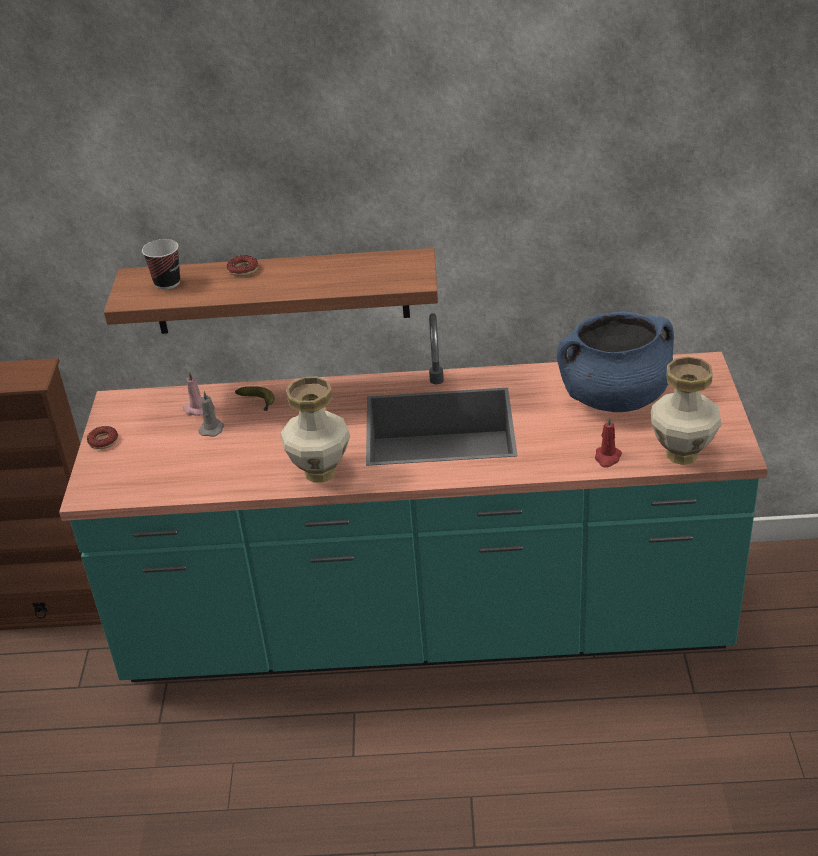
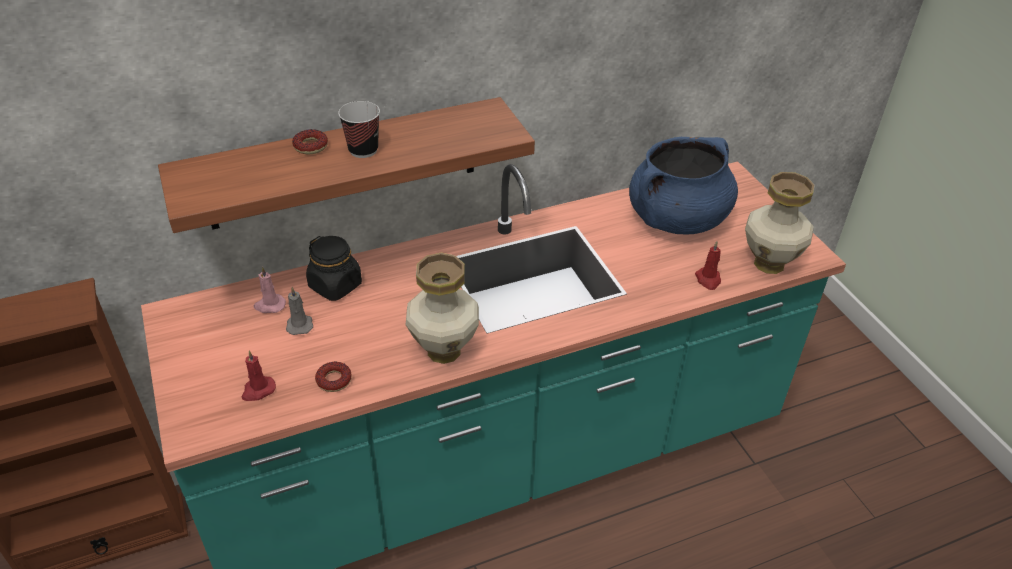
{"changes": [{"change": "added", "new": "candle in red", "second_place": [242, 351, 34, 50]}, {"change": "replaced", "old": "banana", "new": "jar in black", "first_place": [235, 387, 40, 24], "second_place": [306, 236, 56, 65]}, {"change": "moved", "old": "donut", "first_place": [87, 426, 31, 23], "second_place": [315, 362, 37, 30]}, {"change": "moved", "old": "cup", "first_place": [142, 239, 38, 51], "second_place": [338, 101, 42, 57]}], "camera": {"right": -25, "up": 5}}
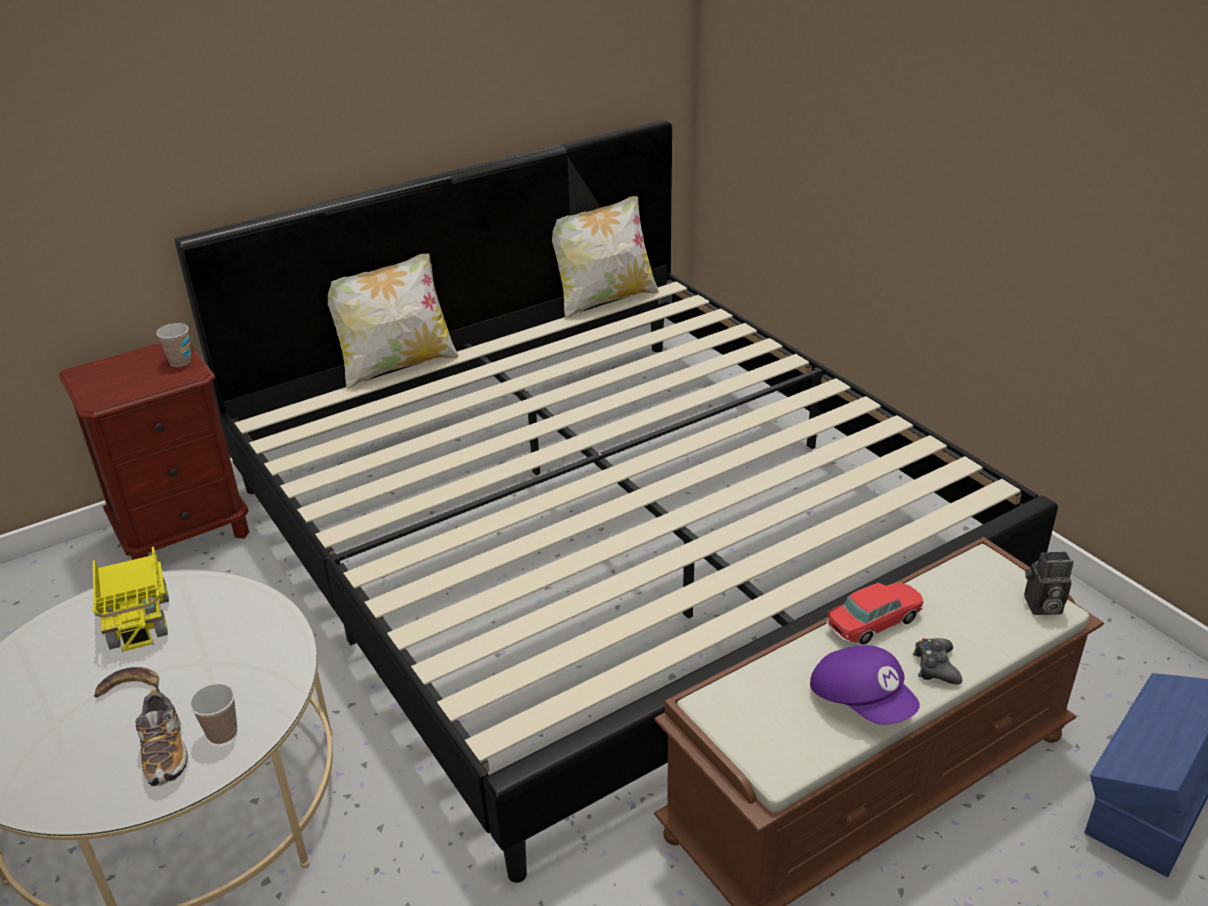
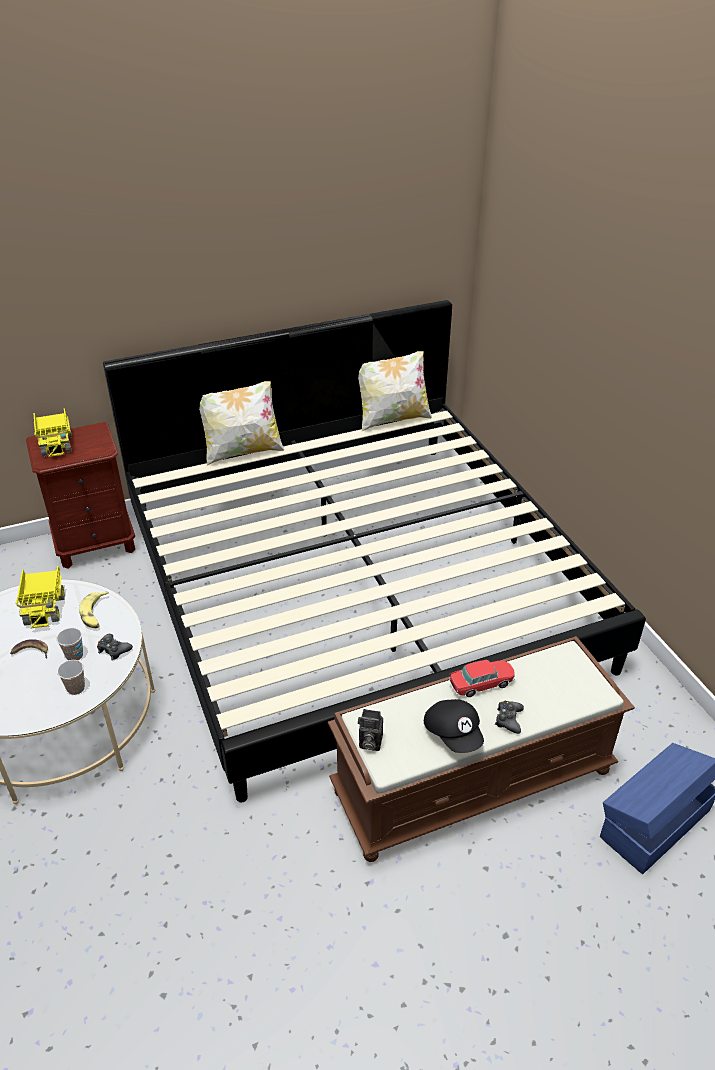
{"changes": [{"change": "added", "new": "toy truck", "second_place": [33, 408, 39, 49]}, {"change": "moved", "old": "cup", "first_place": [156, 323, 35, 44], "second_place": [56, 628, 27, 32]}, {"change": "added", "new": "banana", "second_place": [79, 591, 30, 37]}, {"change": "added", "new": "game controller in black", "second_place": [97, 634, 36, 26]}, {"change": "moved", "old": "photo camera", "first_place": [1024, 551, 50, 64], "second_place": [358, 709, 25, 42]}, {"change": "recoloured", "old": "cap in purple", "new": "cap in black", "first_place": [810, 645, 110, 80], "second_place": [424, 699, 60, 54]}, {"change": "removed", "old": "shoe", "first_place": [136, 689, 53, 97]}], "camera": {"right": 10, "up": 5}}
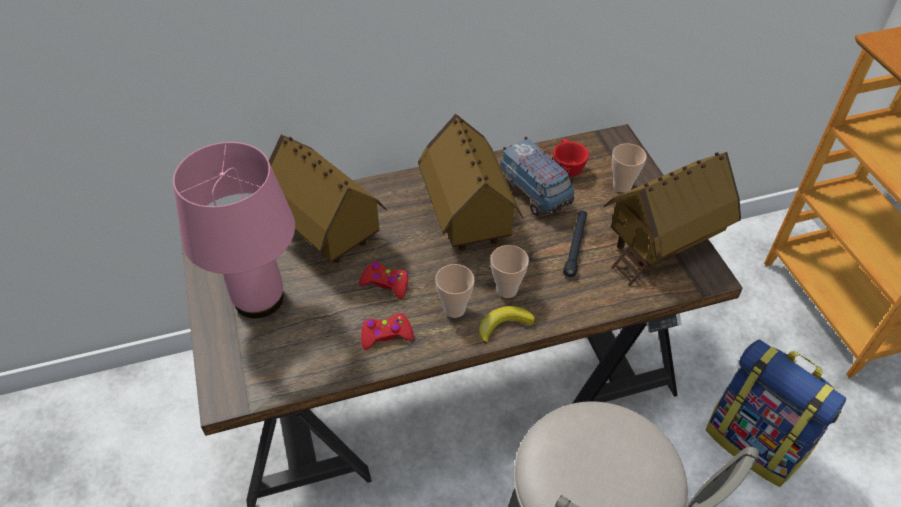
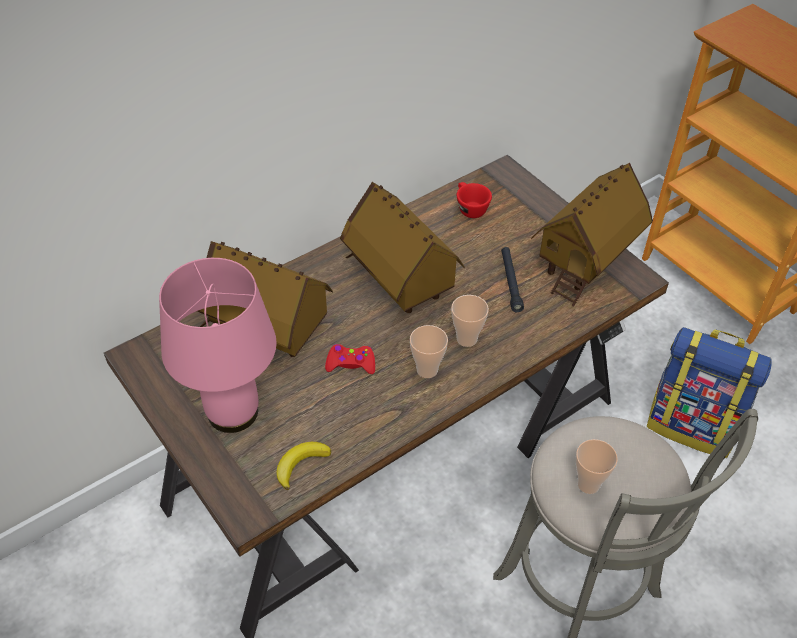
{"changes": [{"change": "moved", "old": "banana", "first_place": [479, 306, 56, 38], "second_place": [276, 442, 55, 48]}, {"change": "moved", "old": "cup", "first_place": [612, 143, 35, 50], "second_place": [576, 439, 42, 55]}, {"change": "removed", "old": "game controller in red", "first_place": [361, 313, 53, 37]}, {"change": "removed", "old": "toy truck", "first_place": [500, 137, 75, 79]}], "camera": {"right": -20, "up": 0}}
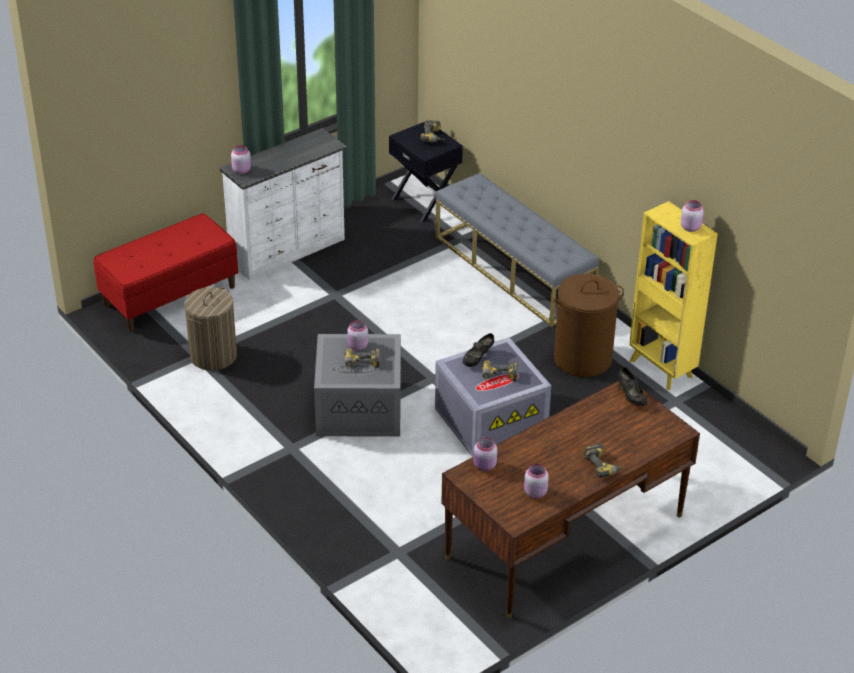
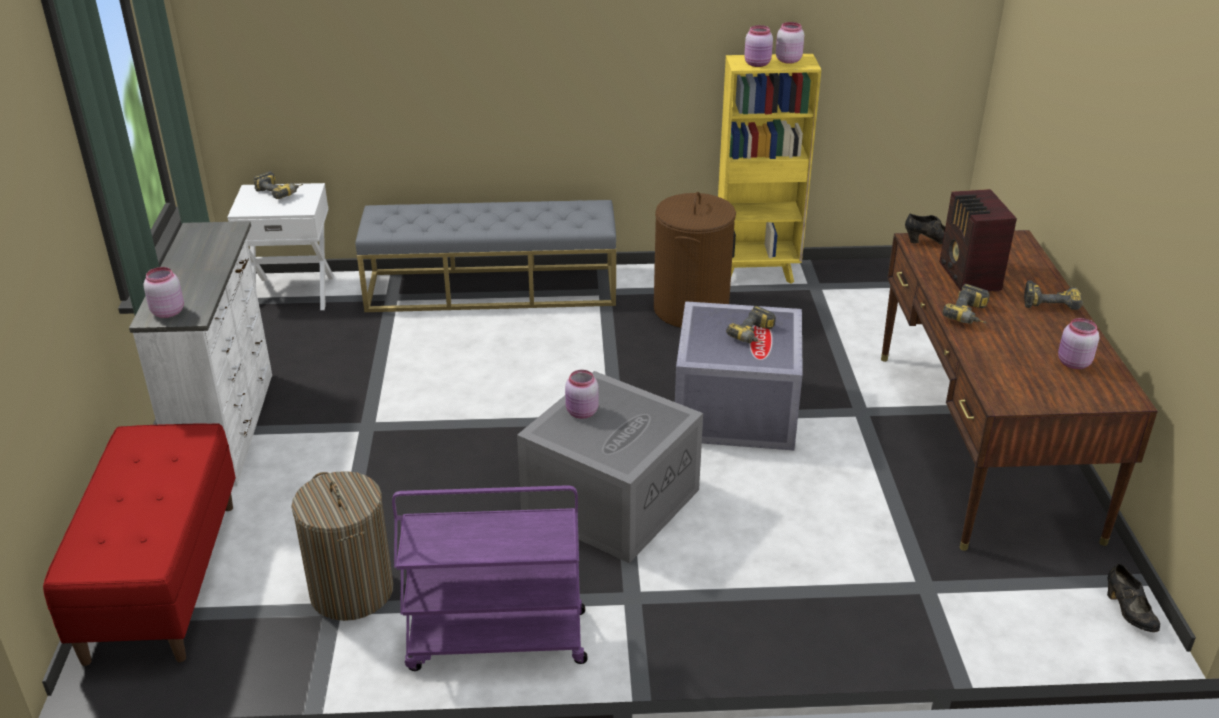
{"changes": [{"change": "recoloured", "old": "nightstand in black", "new": "nightstand in white", "first_place": [389, 122, 74, 101], "second_place": [227, 183, 107, 127]}, {"change": "added", "new": "cart in purple", "second_place": [392, 485, 195, 186]}, {"change": "moved", "old": "jar in pink", "first_place": [473, 437, 24, 34], "second_place": [744, 25, 29, 42]}, {"change": "added", "new": "radio", "second_place": [940, 189, 77, 103]}, {"change": "moved", "old": "power drill", "first_place": [344, 348, 36, 22], "second_place": [943, 284, 47, 40]}, {"change": "moved", "old": "shoe in black", "first_place": [463, 333, 31, 34], "second_place": [1107, 564, 53, 68]}], "camera": {"right": -55, "up": -5}}
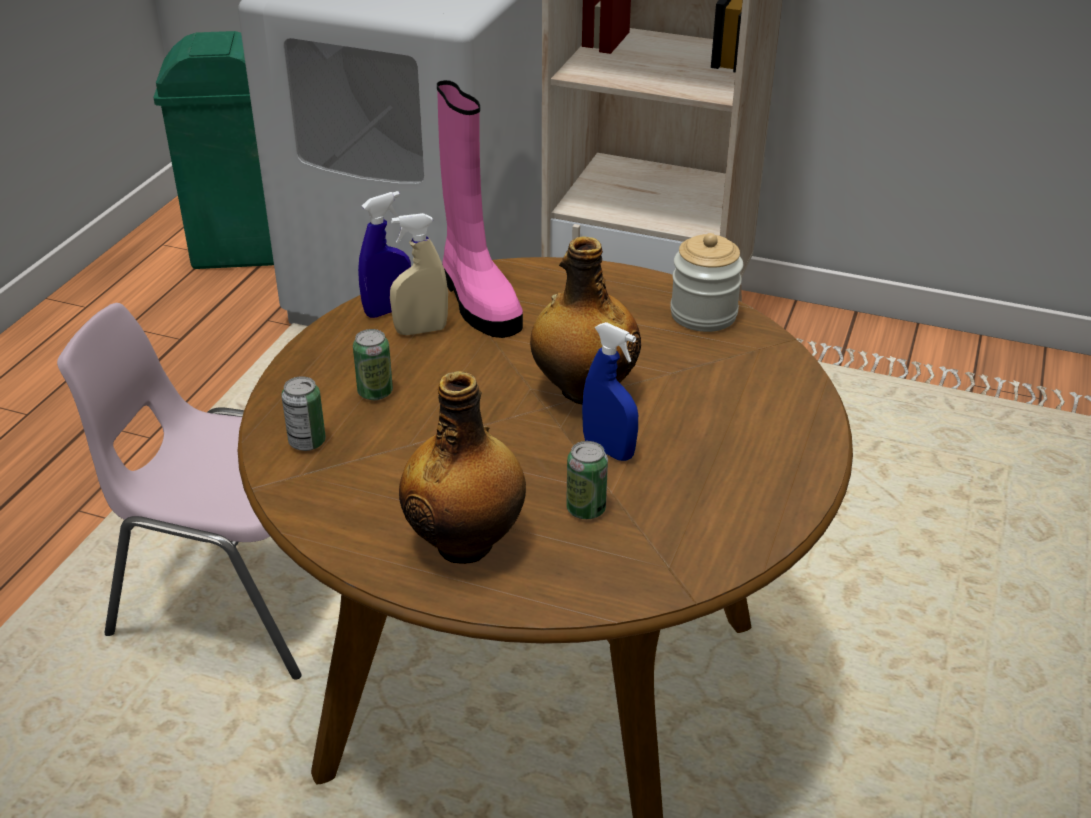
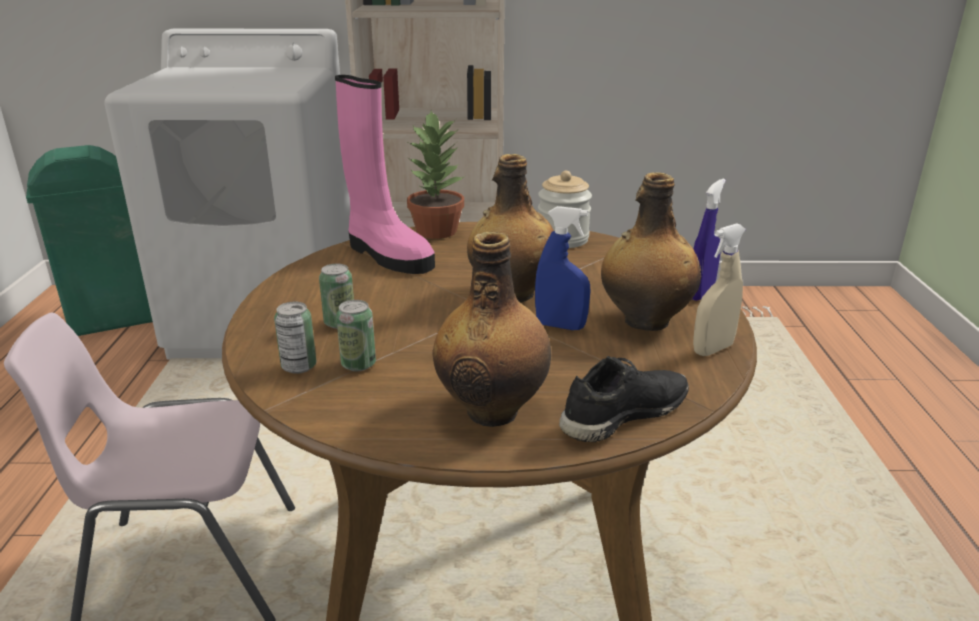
{"changes": [{"change": "moved", "old": "can", "first_place": [566, 441, 42, 78], "second_place": [336, 300, 40, 71]}, {"change": "added", "new": "potted plant", "second_place": [407, 111, 58, 128]}, {"change": "added", "new": "shoe in black", "second_place": [559, 356, 130, 86]}, {"change": "added", "new": "bottle", "second_place": [601, 172, 100, 159]}, {"change": "moved", "old": "spray bottle in blue", "first_place": [358, 191, 53, 127], "second_place": [692, 179, 34, 122]}, {"change": "moved", "old": "spray bottle in beige", "first_place": [390, 213, 58, 122], "second_place": [693, 223, 53, 133]}], "camera": {"right": -20, "up": -10}}
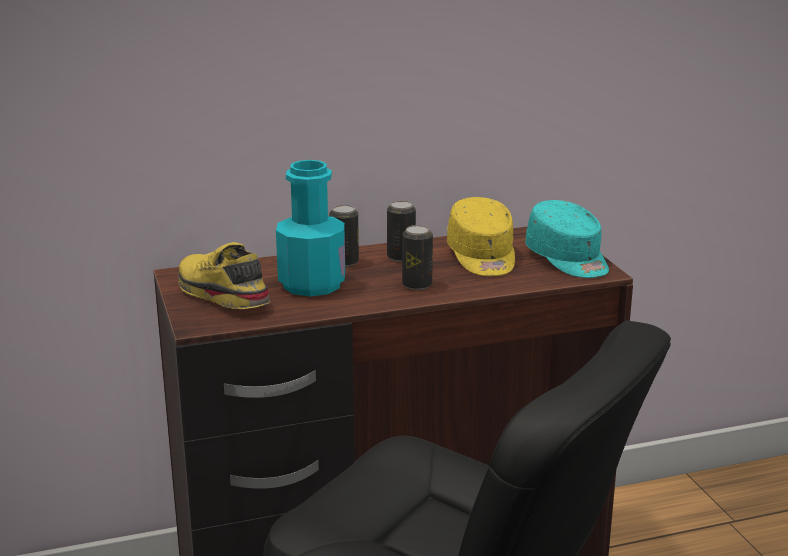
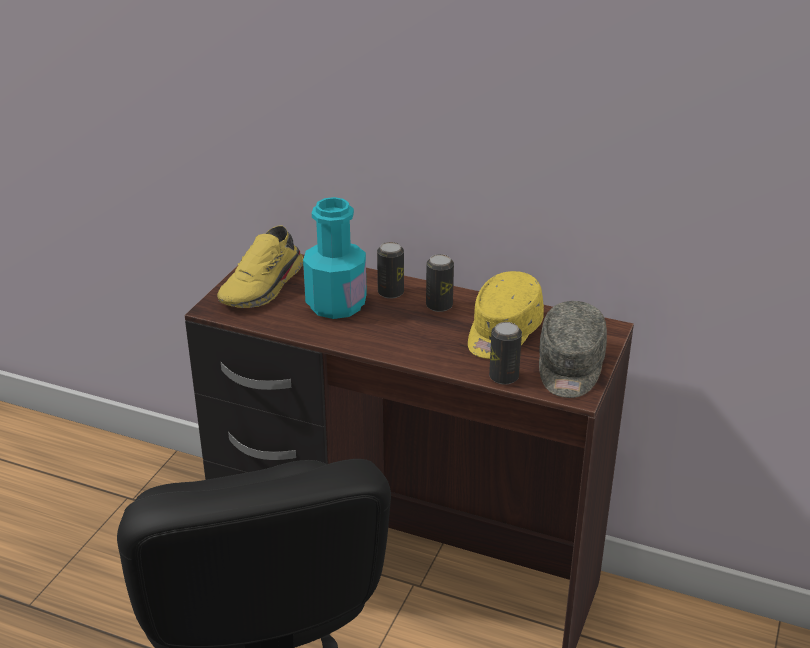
{"changes": [{"change": "turned", "old": "shoe in yellow", "first_place": [178, 242, 92, 67], "second_place": [217, 225, 86, 83], "degrees": -150}, {"change": "moved", "old": "can", "first_place": [402, 225, 31, 65], "second_place": [489, 322, 33, 63]}, {"change": "recoloured", "old": "cap in turquoise", "new": "cap in grey", "first_place": [525, 200, 84, 78], "second_place": [539, 301, 68, 97]}], "camera": {"right": 40, "up": 10}}
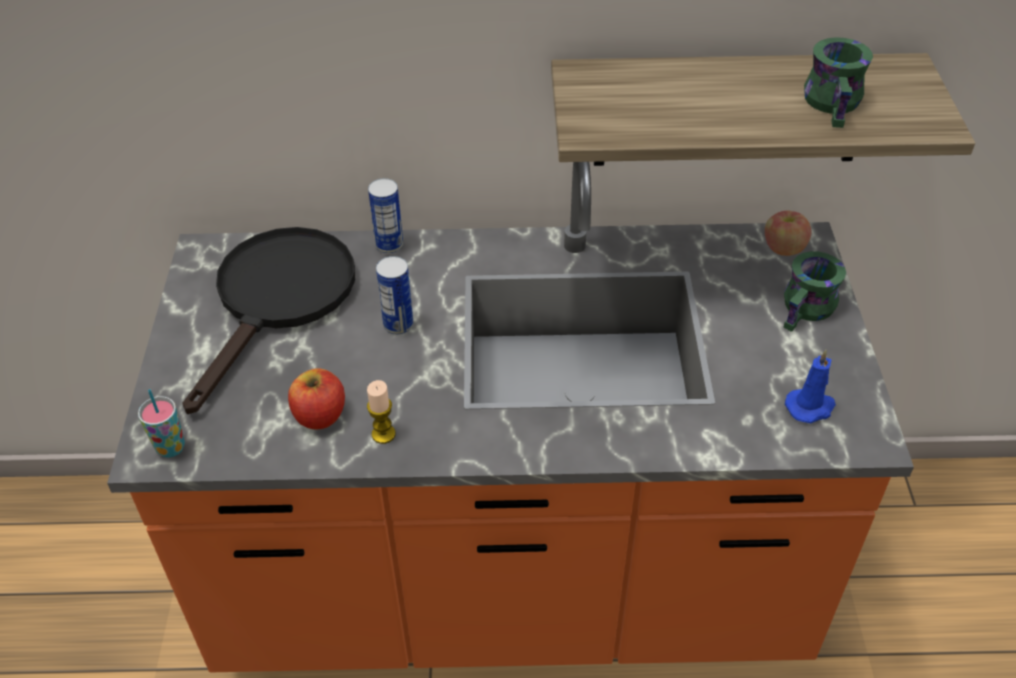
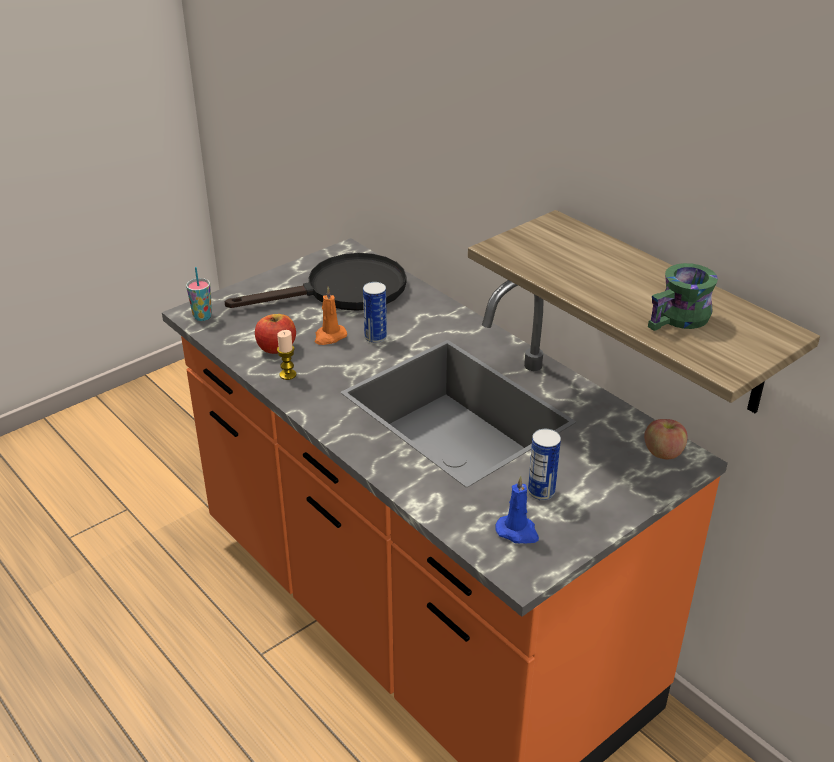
{"changes": [{"change": "added", "new": "candle in orange", "second_place": [315, 287, 32, 58]}, {"change": "moved", "old": "can", "first_place": [368, 178, 35, 76], "second_place": [528, 429, 33, 72]}, {"change": "removed", "old": "mug in green", "first_place": [783, 251, 63, 81]}], "camera": {"right": 50, "up": -10}}
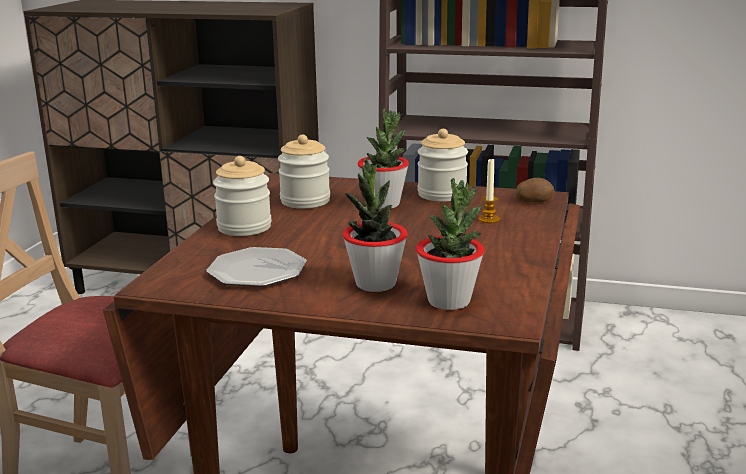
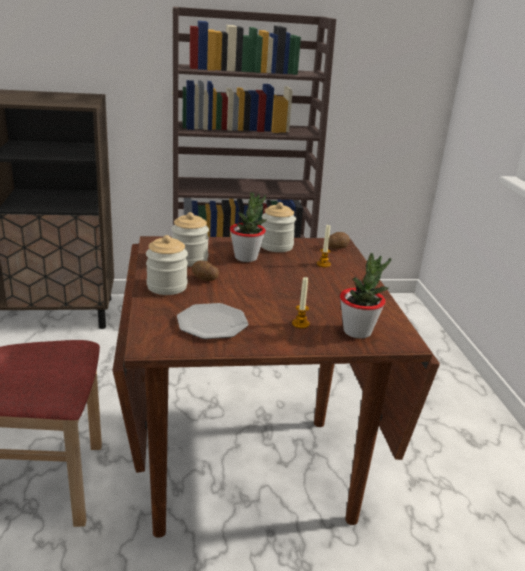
{"changes": [{"change": "added", "new": "potato", "second_place": [192, 261, 27, 20]}, {"change": "replaced", "old": "potted plant", "new": "candle", "first_place": [343, 157, 65, 135], "second_place": [292, 277, 18, 52]}], "camera": {"right": -25, "up": 5}}
